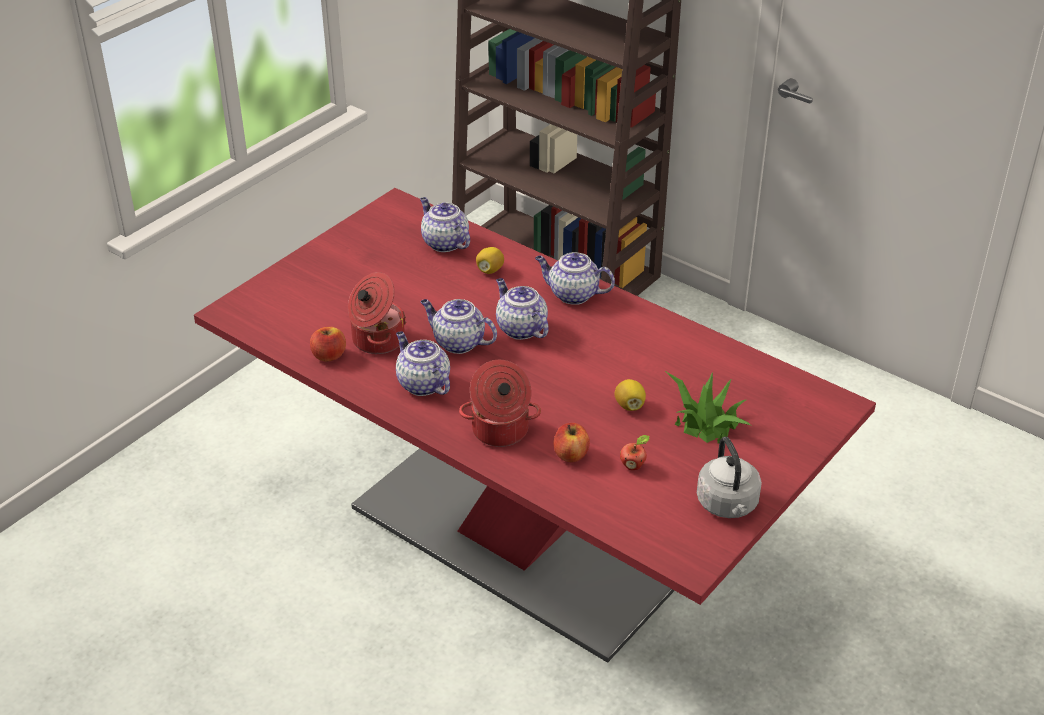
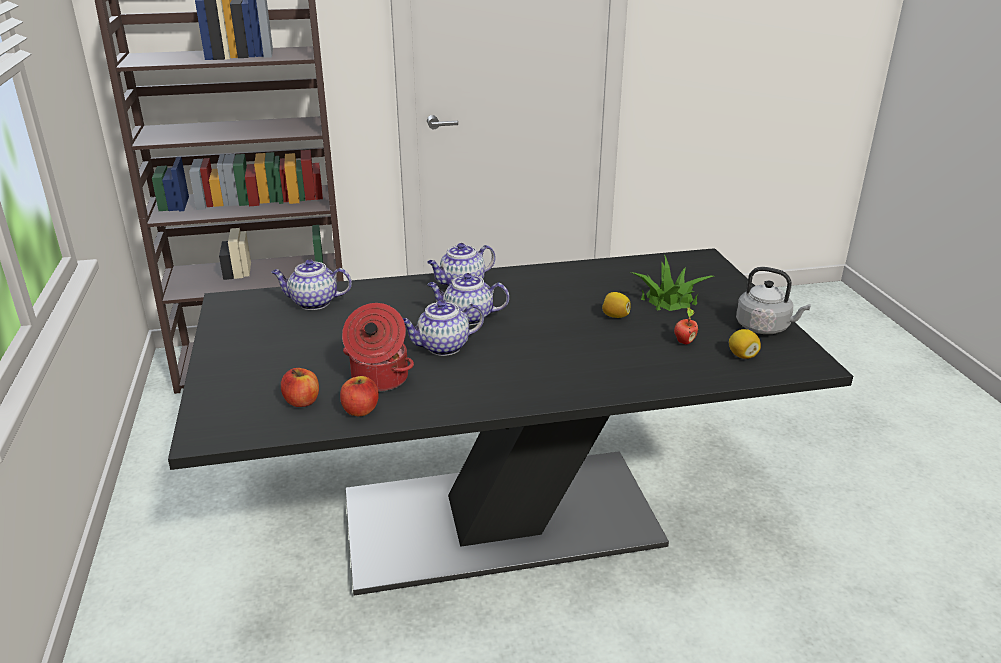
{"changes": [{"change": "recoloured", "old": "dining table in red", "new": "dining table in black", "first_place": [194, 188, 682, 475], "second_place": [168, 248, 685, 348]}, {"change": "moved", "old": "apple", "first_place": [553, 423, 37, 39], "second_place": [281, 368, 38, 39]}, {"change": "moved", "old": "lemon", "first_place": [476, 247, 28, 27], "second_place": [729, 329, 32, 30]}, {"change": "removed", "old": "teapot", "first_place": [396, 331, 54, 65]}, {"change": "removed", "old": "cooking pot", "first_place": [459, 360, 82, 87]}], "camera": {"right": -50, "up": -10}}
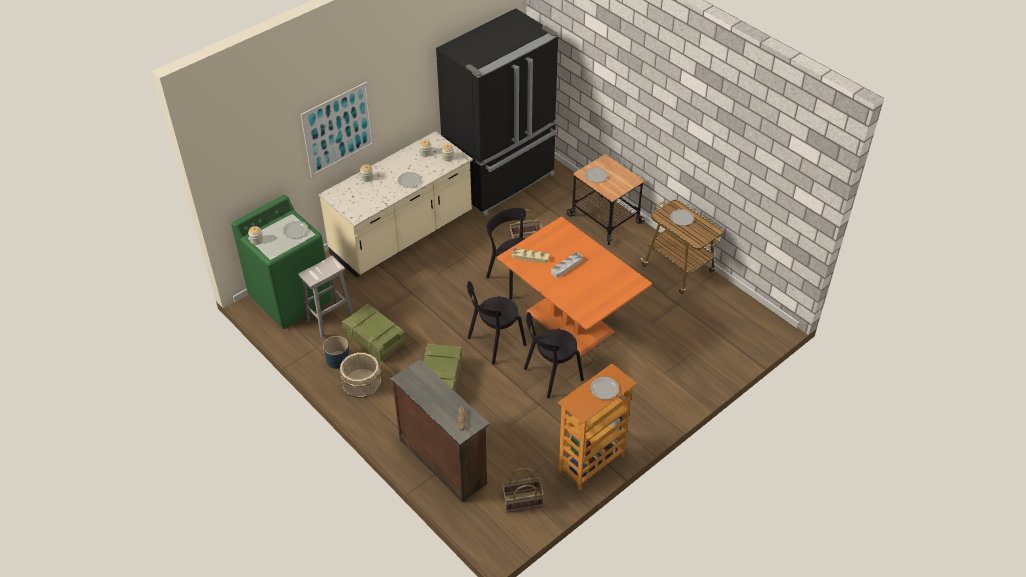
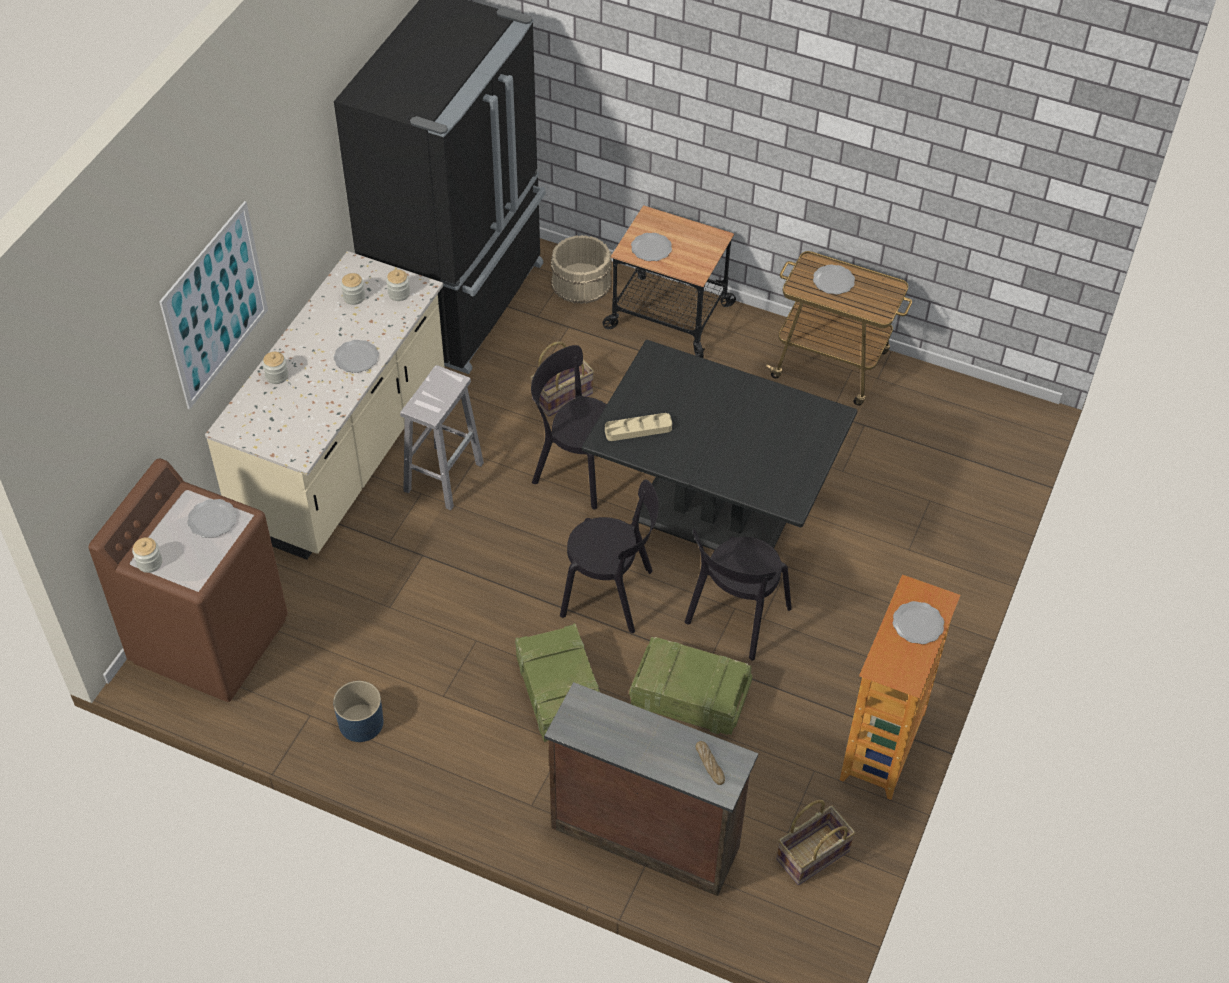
{"changes": [{"change": "recoloured", "old": "washing machine in green", "new": "washing machine in brown", "first_place": [231, 195, 101, 134], "second_place": [89, 458, 199, 244]}, {"change": "moved", "old": "stool in white", "first_place": [298, 256, 55, 82], "second_place": [400, 365, 84, 145]}, {"change": "moved", "old": "bucket in beige", "first_place": [339, 353, 43, 45], "second_place": [551, 235, 61, 69]}, {"change": "turned", "old": "chair in black", "first_place": [467, 281, 60, 84], "second_place": [560, 479, 99, 154], "degrees": -105}, {"change": "recoloured", "old": "dining table in orange", "new": "dining table in black", "first_place": [497, 216, 155, 140], "second_place": [582, 340, 275, 210]}, {"change": "moved", "old": "crate", "first_place": [342, 304, 64, 58], "second_place": [629, 637, 124, 98]}, {"change": "removed", "old": "tray in grey", "first_place": [551, 252, 32, 26]}], "camera": {"right": -25, "up": 5}}
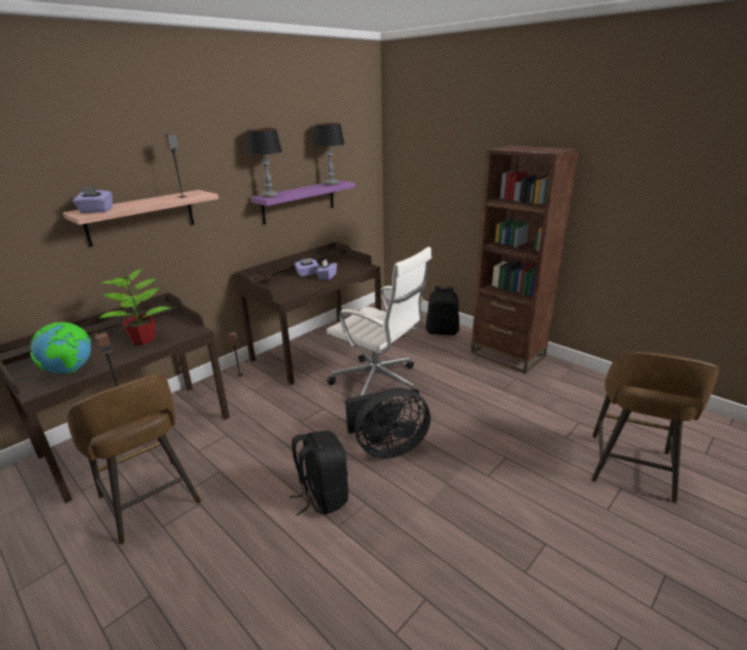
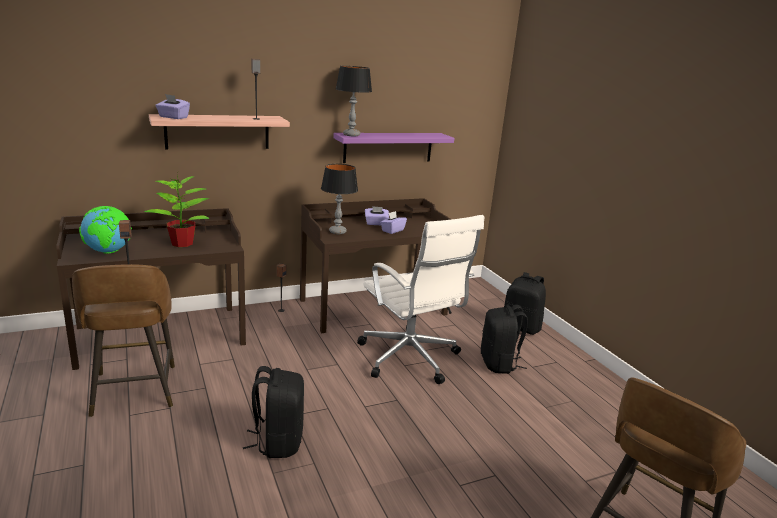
{"changes": [{"change": "moved", "old": "table lamp", "first_place": [313, 123, 32, 63], "second_place": [321, 164, 37, 70]}, {"change": "added", "new": "backpack in black", "second_place": [481, 305, 47, 69]}, {"change": "removed", "old": "fan in black", "first_place": [345, 388, 86, 71]}, {"change": "removed", "old": "bookcase in brown", "first_place": [471, 145, 108, 229]}], "camera": {"right": 20, "up": -5}}
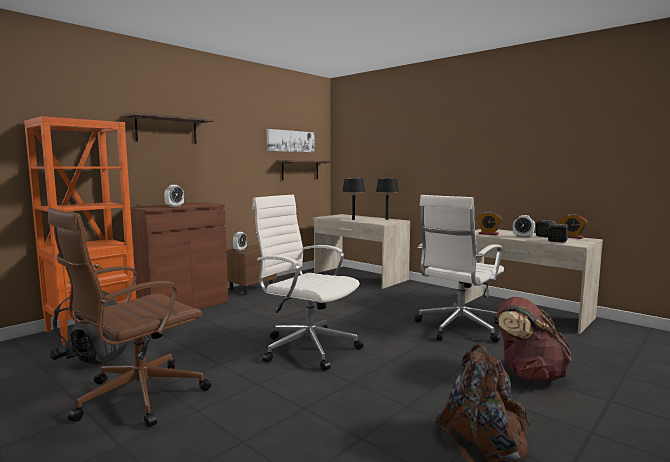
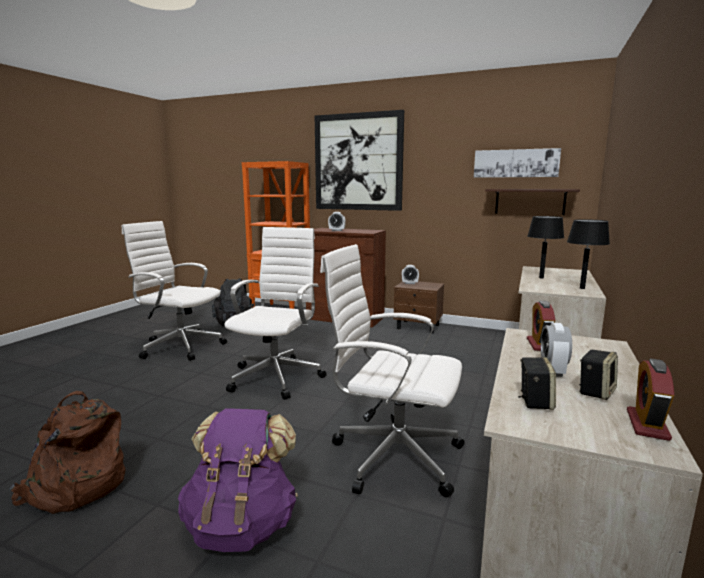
{"changes": [{"change": "recoloured", "old": "office chair in brown", "new": "office chair in white", "first_place": [48, 208, 163, 220], "second_place": [122, 221, 105, 140]}, {"change": "recoloured", "old": "backpack in brown", "new": "backpack in purple", "first_place": [496, 297, 75, 84], "second_place": [178, 408, 120, 144]}, {"change": "replaced", "old": "shelf", "new": "picture", "first_place": [124, 112, 90, 32], "second_place": [315, 110, 89, 101]}], "camera": {"right": 70, "up": 5}}
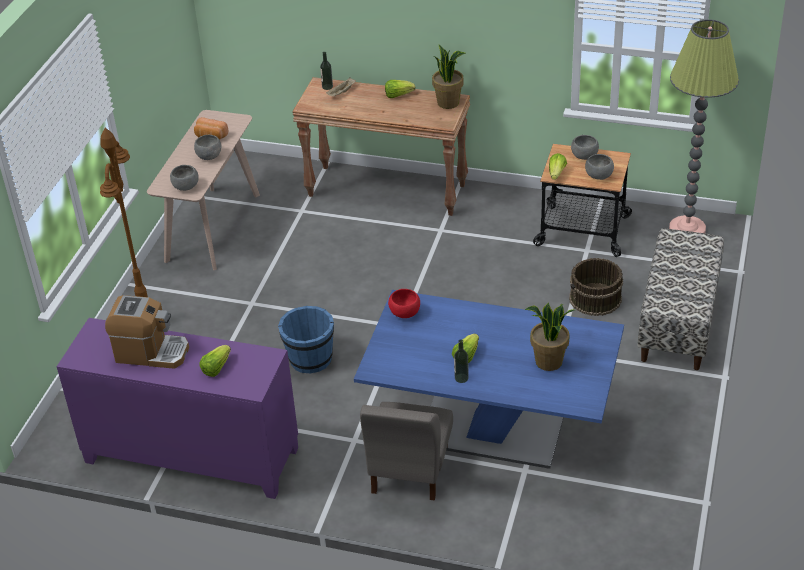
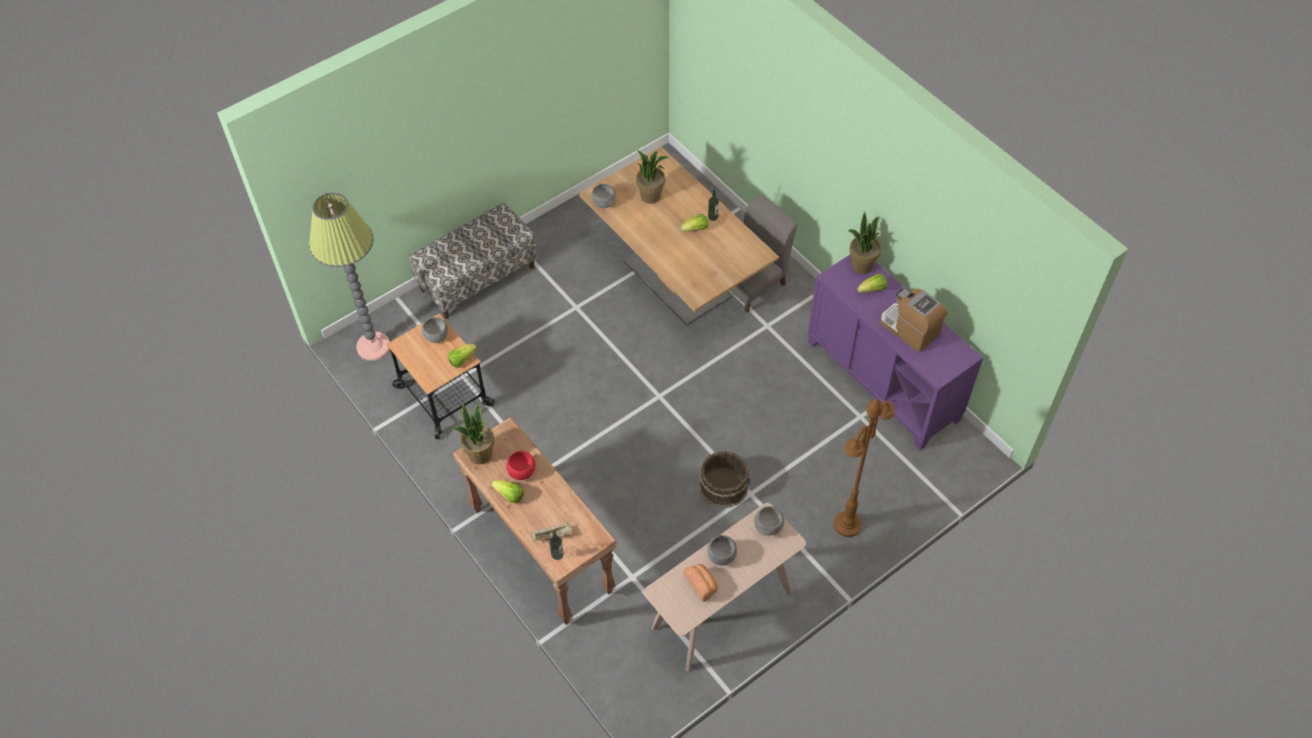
{"changes": [{"change": "moved", "old": "bowl in red", "first_place": [388, 289, 32, 29], "second_place": [506, 451, 30, 29]}, {"change": "recoloured", "old": "dining table in blue", "new": "dining table in brown", "first_place": [354, 290, 270, 179], "second_place": [579, 147, 200, 179]}, {"change": "moved", "old": "bowl in grey", "first_place": [571, 135, 28, 25], "second_place": [591, 184, 25, 24]}, {"change": "moved", "old": "bucket in brown", "first_place": [569, 258, 54, 58], "second_place": [699, 451, 51, 57]}, {"change": "added", "new": "potted plant", "second_place": [848, 212, 33, 62]}, {"change": "removed", "old": "bucket in blue", "first_place": [278, 306, 56, 67]}], "camera": {"right": -145, "up": 15}}
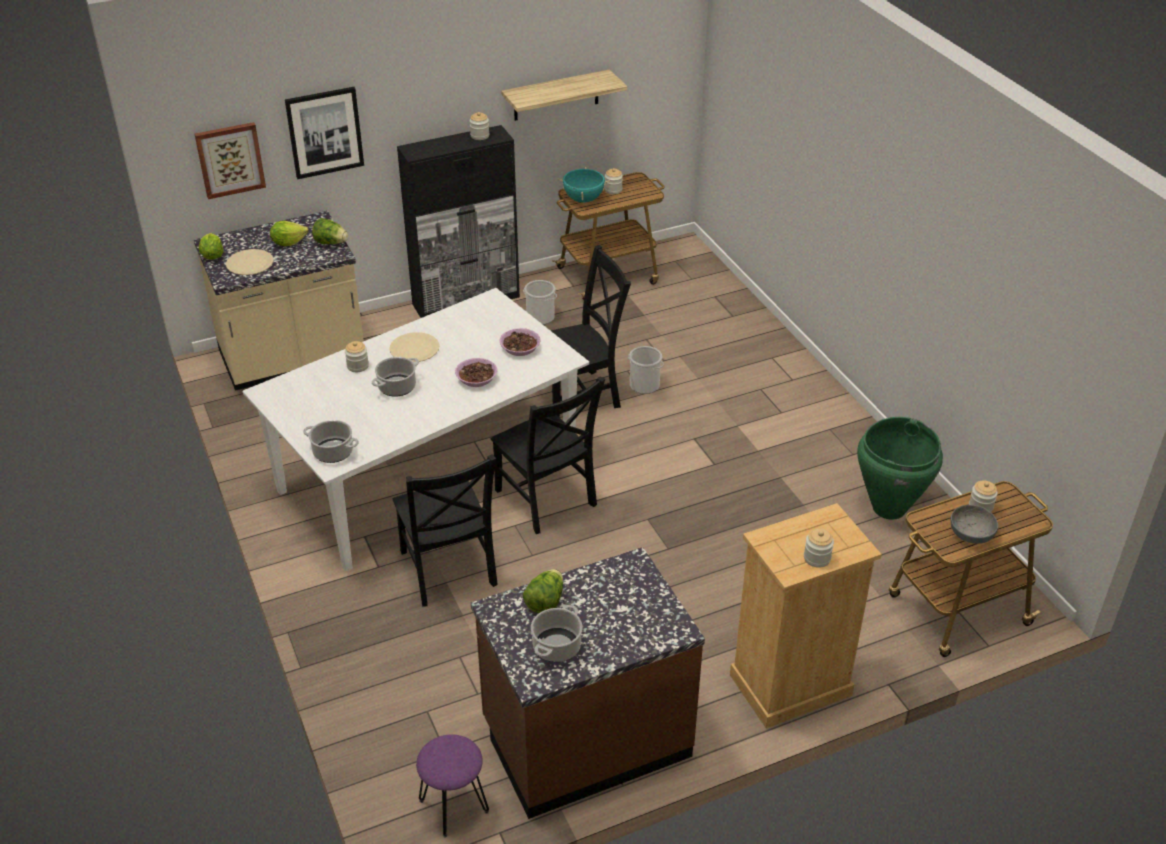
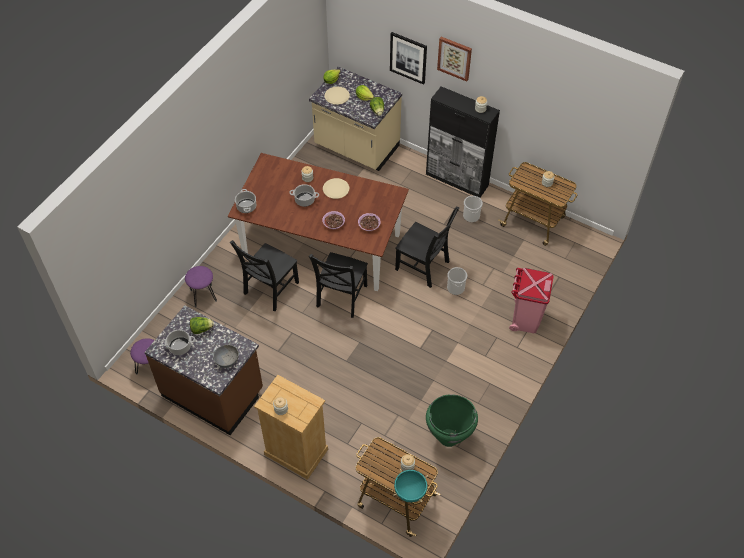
{"changes": [{"change": "added", "new": "stool in purple", "second_place": [185, 266, 32, 41]}, {"change": "moved", "old": "bowl in grey", "first_place": [951, 505, 47, 39], "second_place": [213, 345, 26, 23]}, {"change": "recoloured", "old": "dining table in white", "new": "dining table in brown", "first_place": [243, 288, 346, 284], "second_place": [228, 153, 181, 138]}, {"change": "moved", "old": "cooking pot in turquoise", "first_place": [558, 167, 52, 36], "second_place": [393, 469, 35, 33]}, {"change": "moved", "old": "picture", "first_place": [194, 122, 72, 77], "second_place": [437, 37, 35, 45]}, {"change": "added", "new": "trash can in pink", "second_place": [509, 268, 44, 65]}, {"change": "removed", "old": "shelf", "first_place": [501, 70, 126, 51]}], "camera": {"right": 55, "up": 15}}
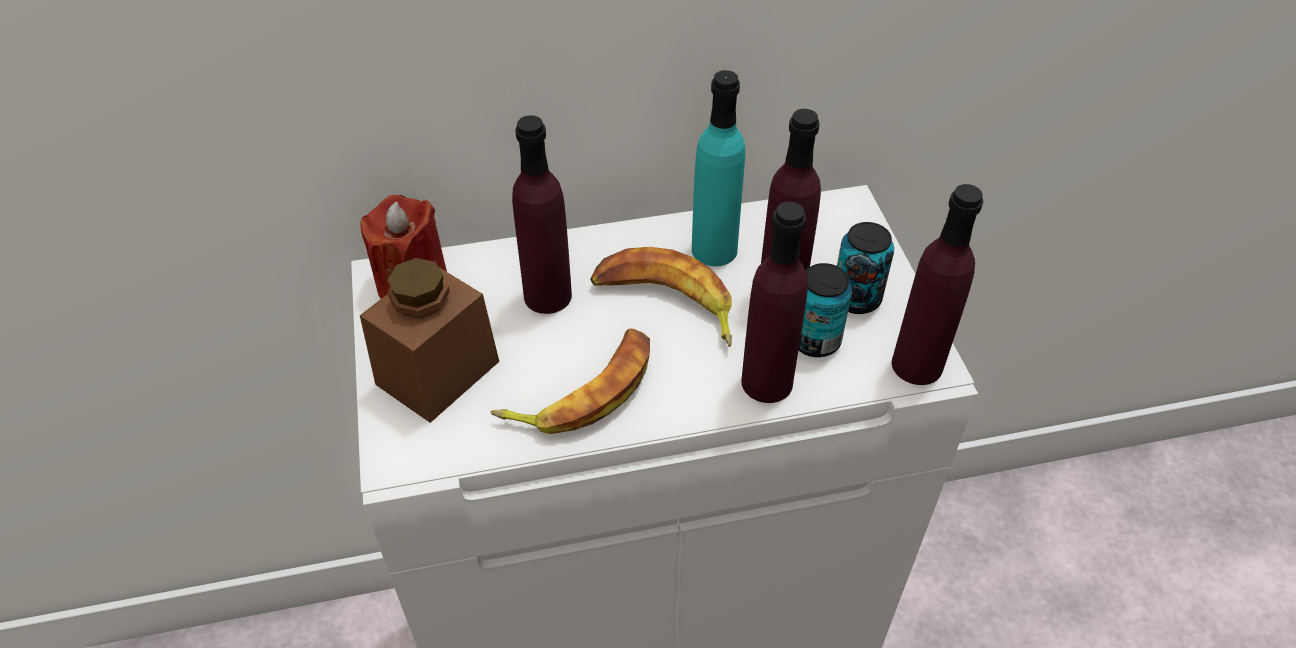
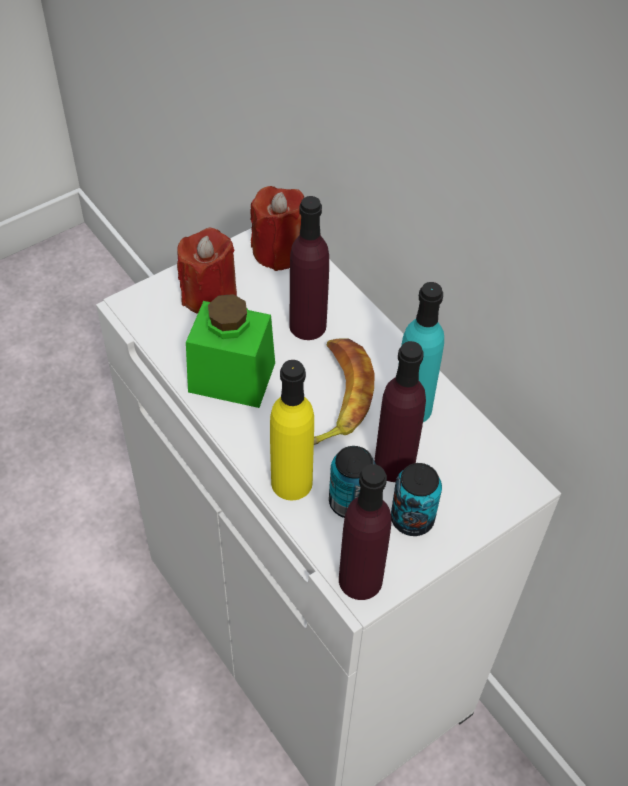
{"changes": [{"change": "replaced", "old": "jar in brown", "new": "candle in red", "first_place": [360, 258, 139, 165], "second_place": [177, 228, 60, 86]}, {"change": "replaced", "old": "banana", "new": "jar in green", "first_place": [490, 329, 160, 105], "second_place": [186, 294, 89, 114]}, {"change": "recoloured", "old": "bottle in purple", "new": "bottle in yellow", "first_place": [741, 202, 67, 201], "second_place": [270, 360, 44, 140]}], "camera": {"right": 65, "up": 5}}
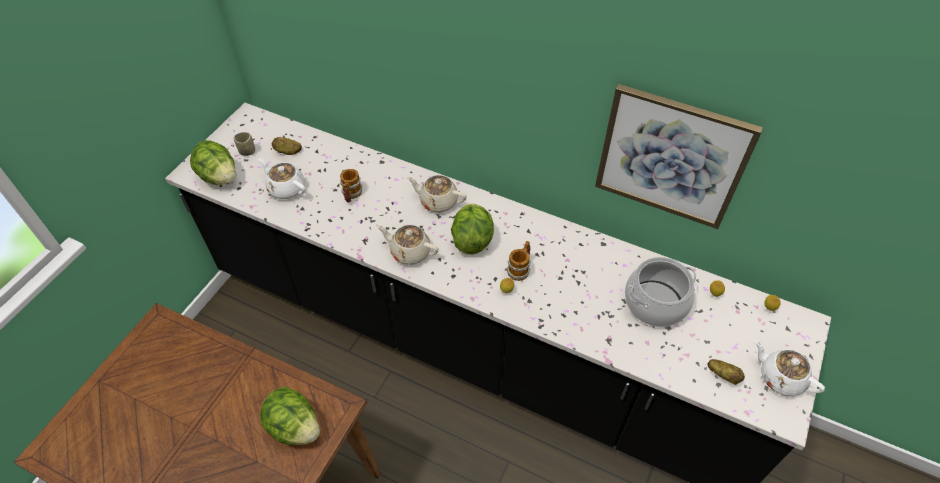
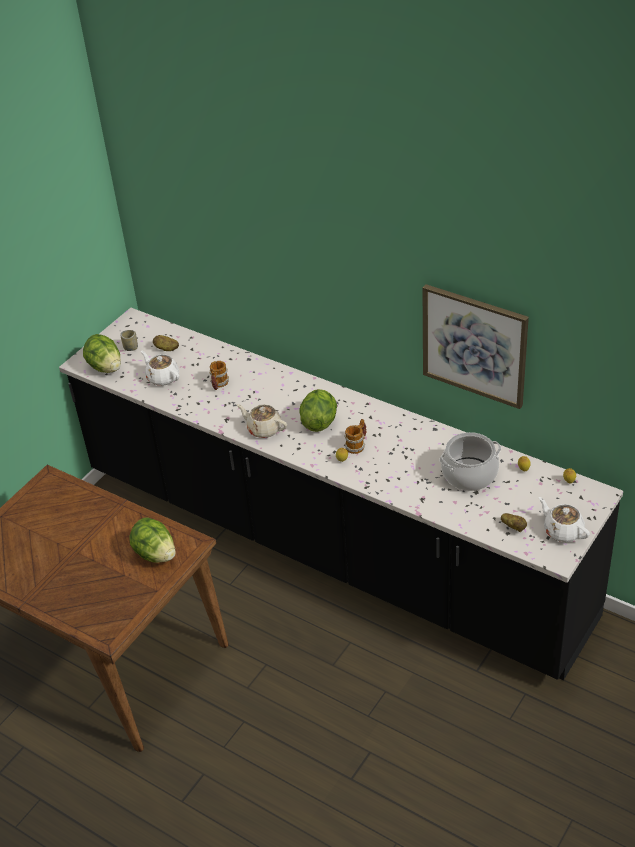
{"changes": [{"change": "removed", "old": "teapot in beige", "first_place": [407, 175, 60, 37]}], "camera": {"right": 10, "up": -10}}
